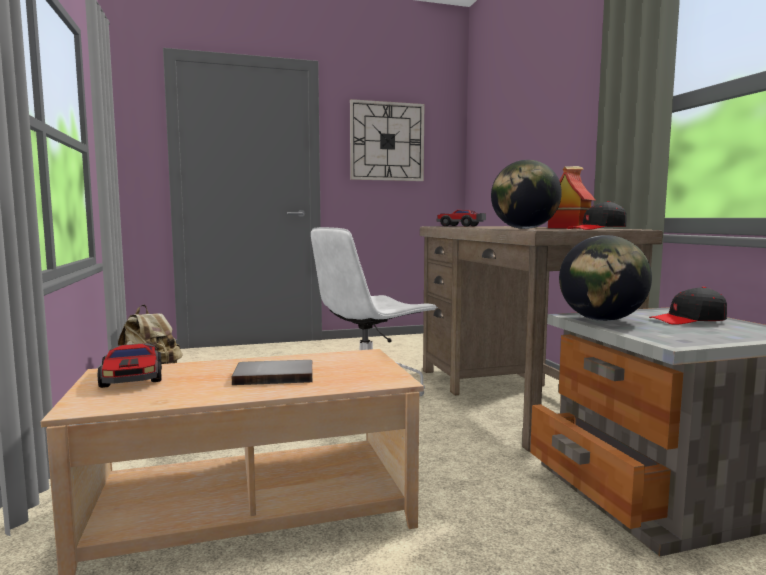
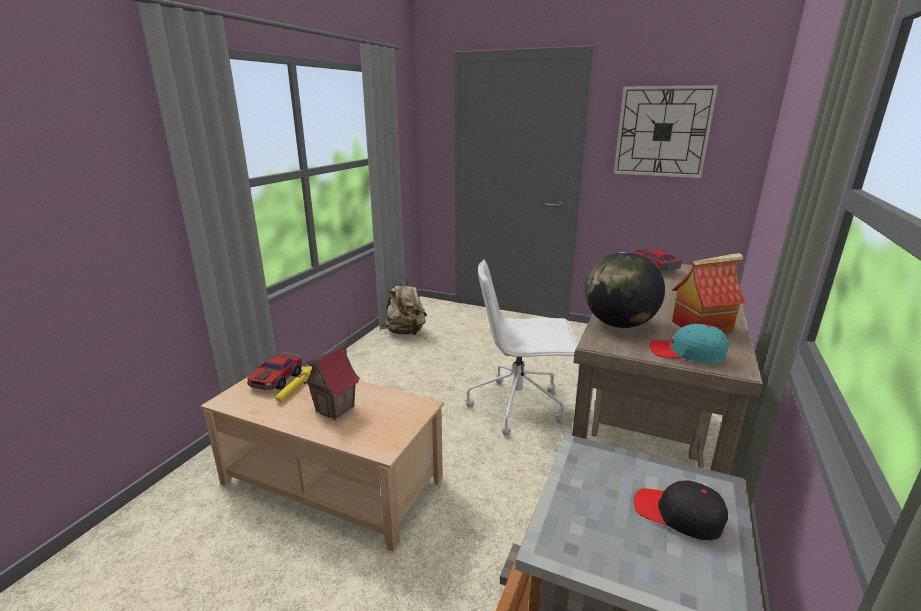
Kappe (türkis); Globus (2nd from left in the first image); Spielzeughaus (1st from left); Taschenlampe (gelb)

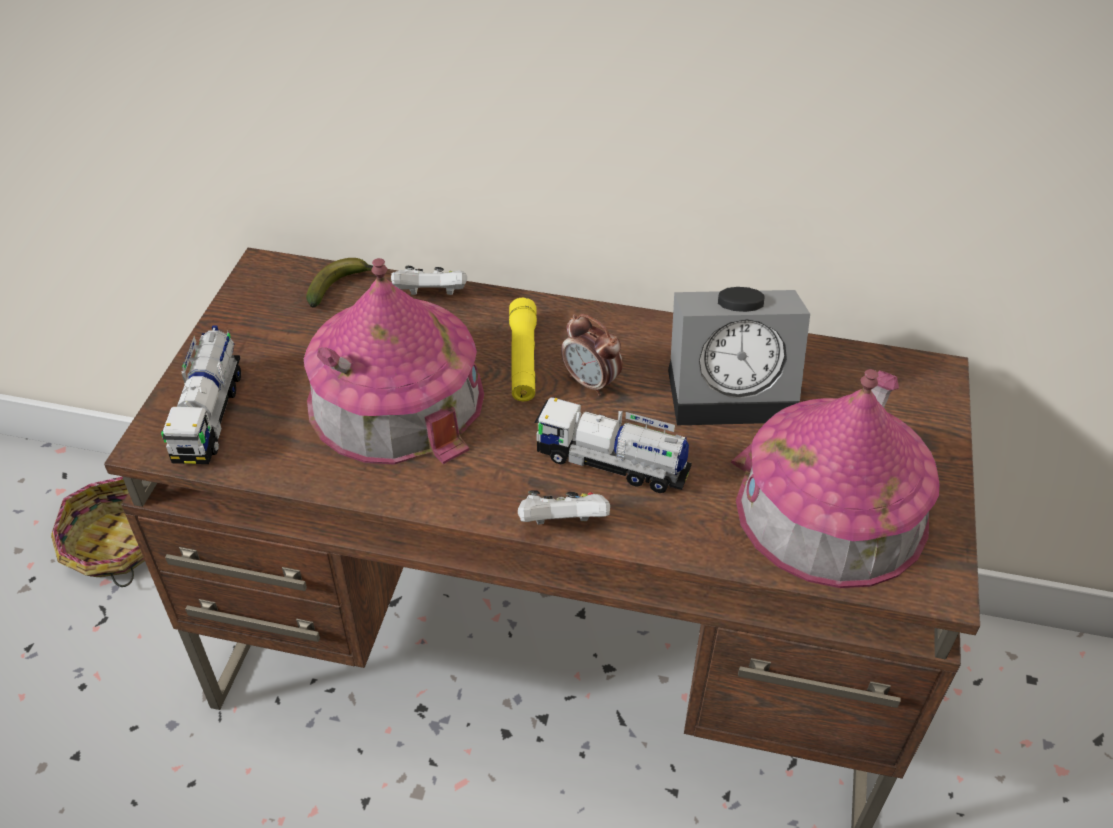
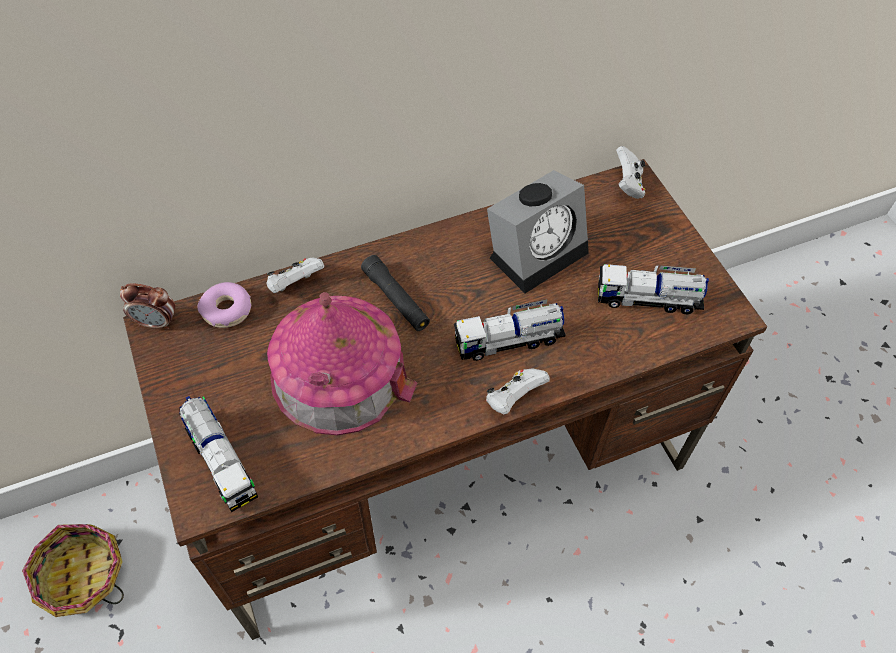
Donut; Taschenlampe (schwarz); Wecker (1st from left); Spielzeuglaster (3rd from left); Gamepad (weiß) (3rd from left)

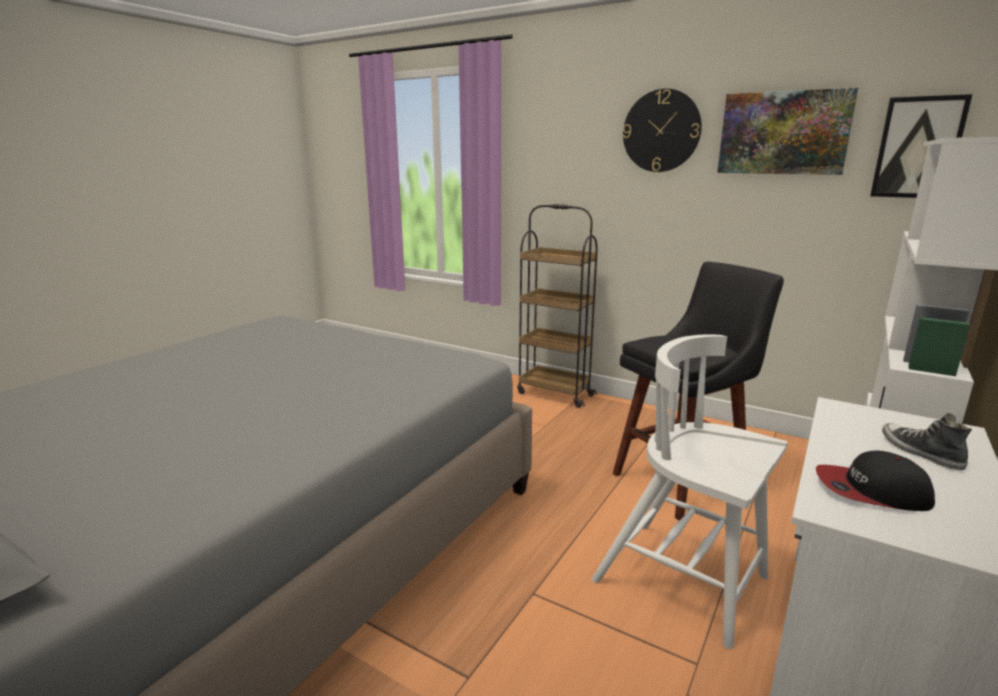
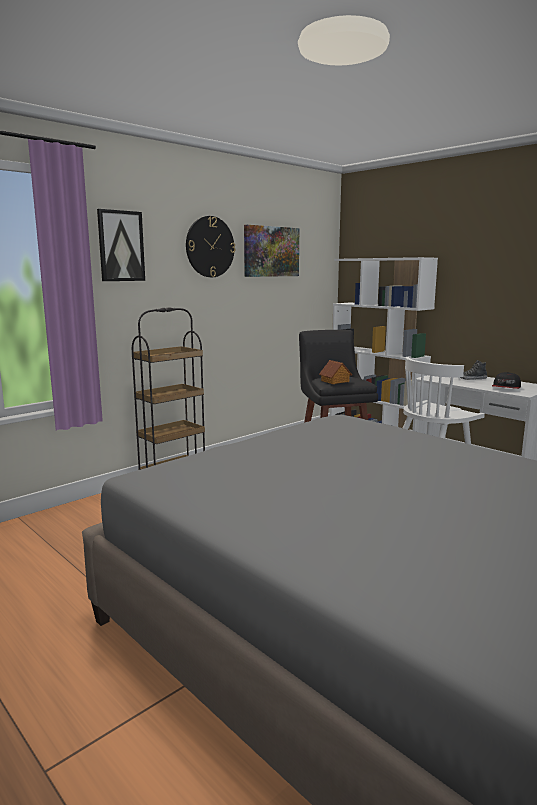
Bild (1st from left); Spielzeughaus

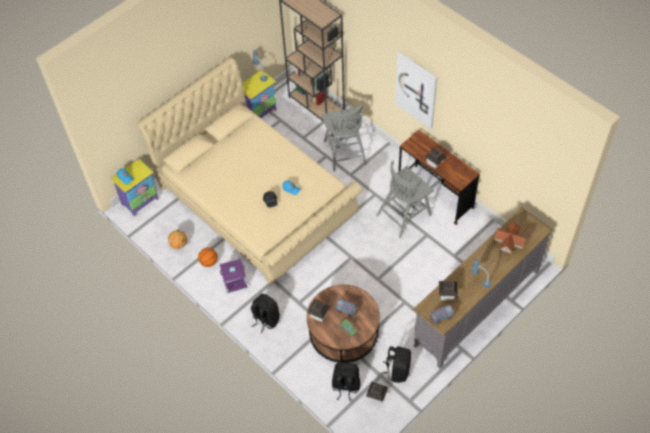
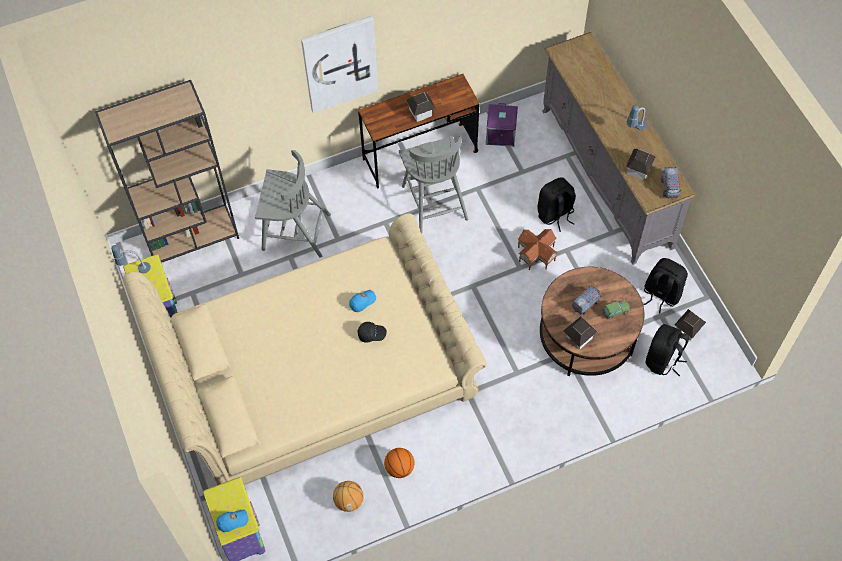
Spielzeughaus (2nd from left); Aufbewahrungsbox (lila); Rucksack (schwarz) (1st from left)

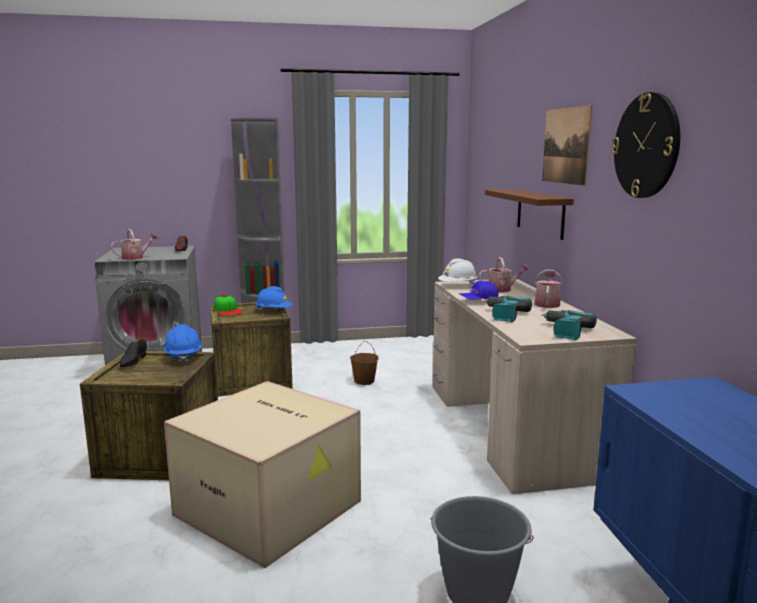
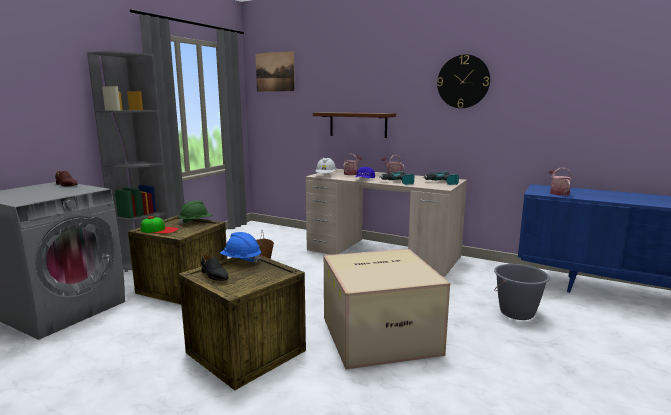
Bild; Gießkanne (3rd from left); Schutzhelm (grün)

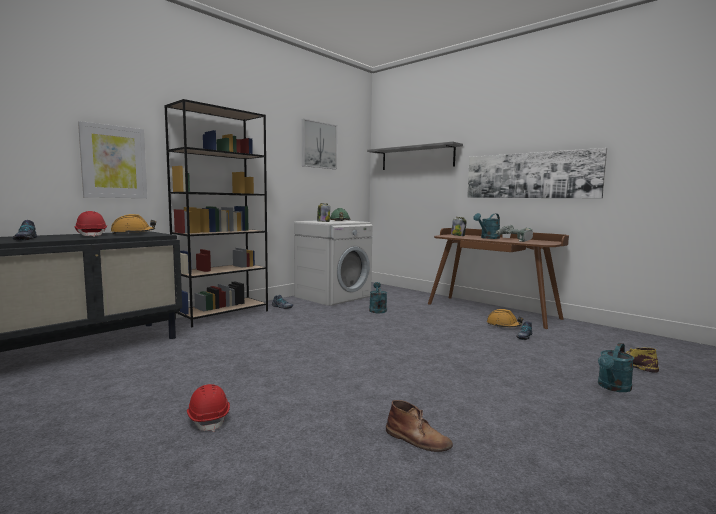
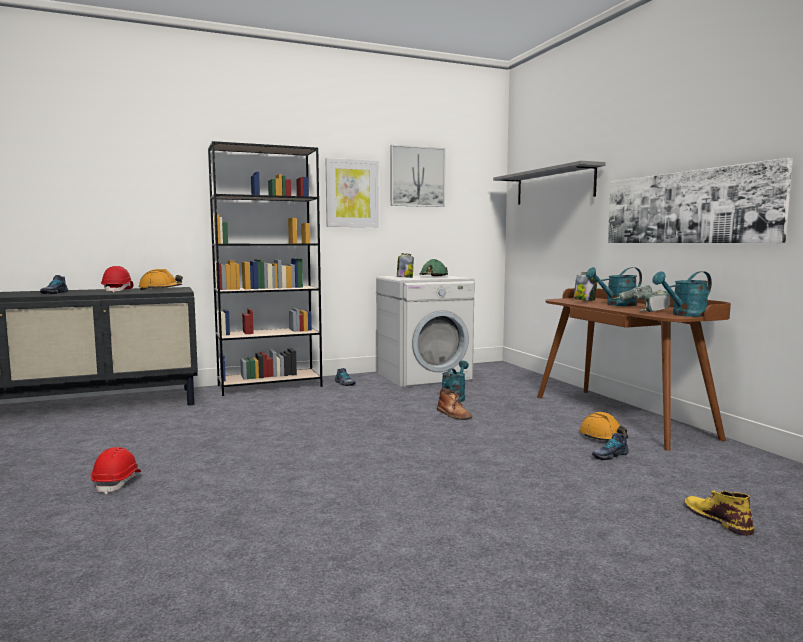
Bild (1st from left); Gießkanne (türkis) (3rd from left); Stiefel (braun)

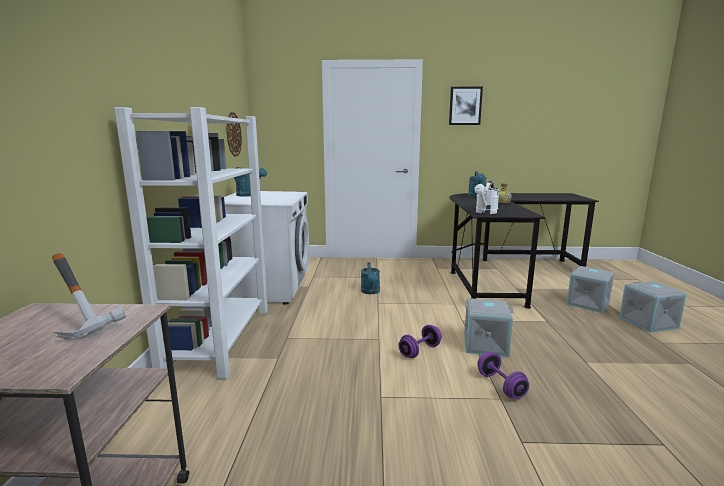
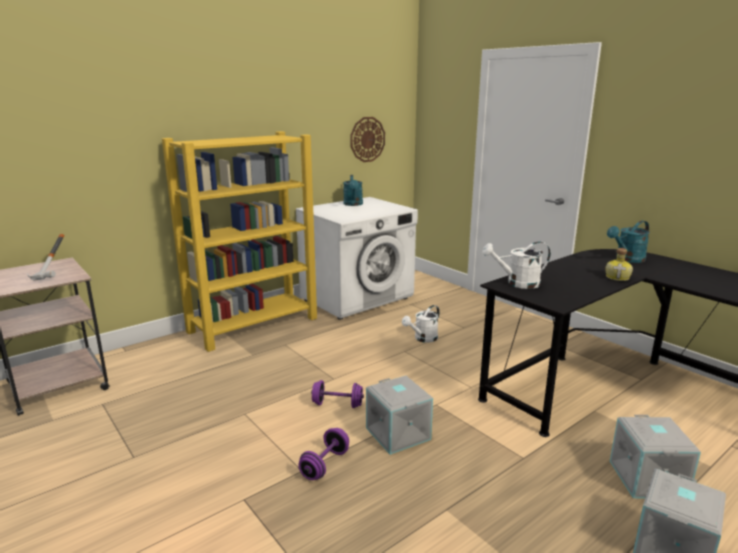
Bild; Bücherregal (gelb); Gießkanne (weiß) (1st from left)

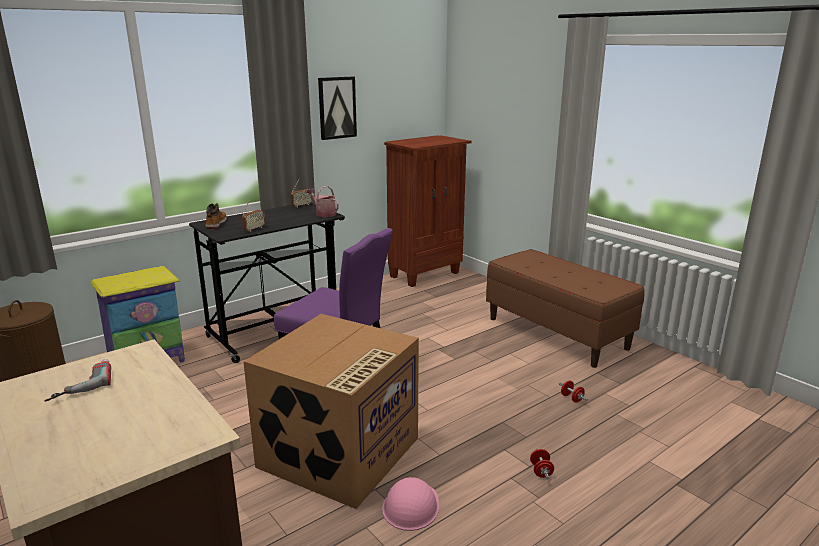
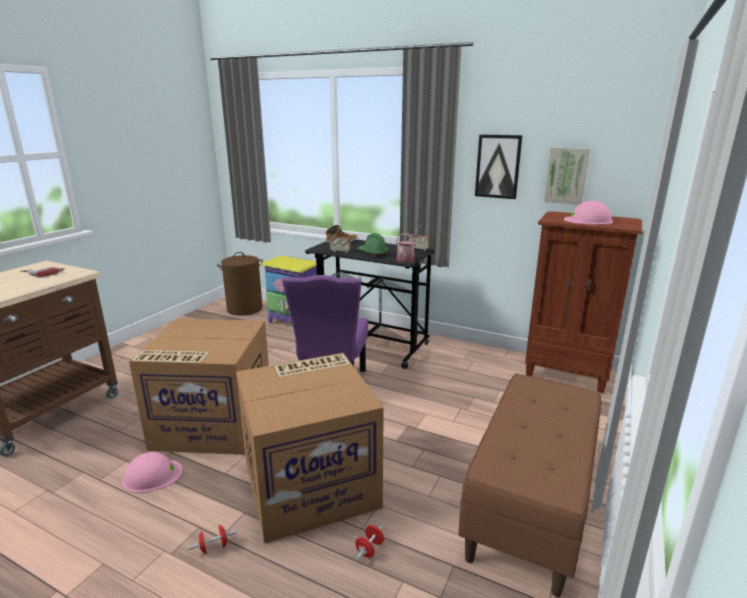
Bild (2nd from left); Schutzhelm (rosa) (2nd from left); Schutzhelm (grün); Karton (2nd from left)

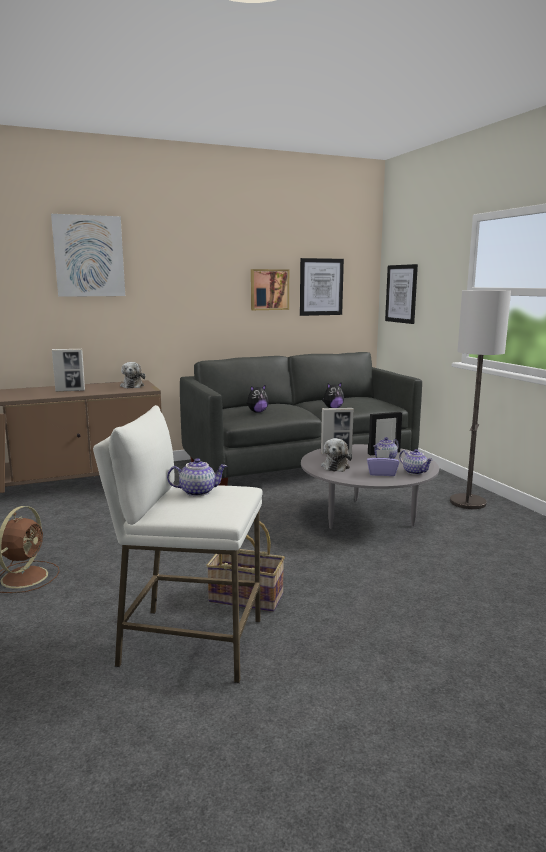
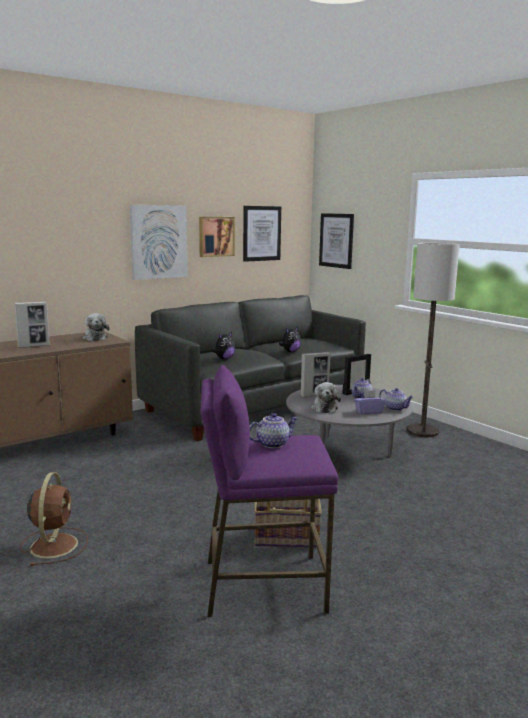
Bild (1st from left); Hocker (lila)

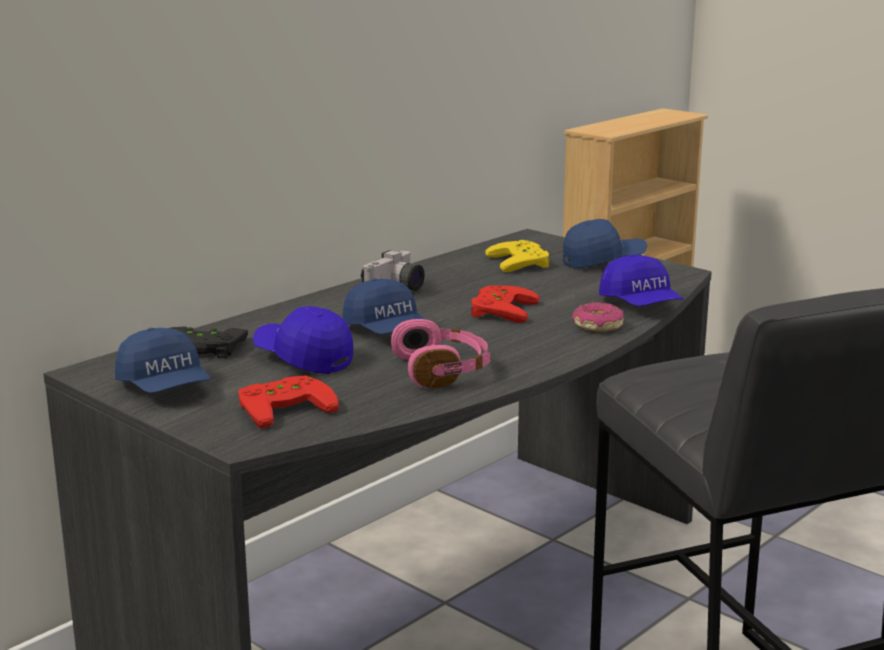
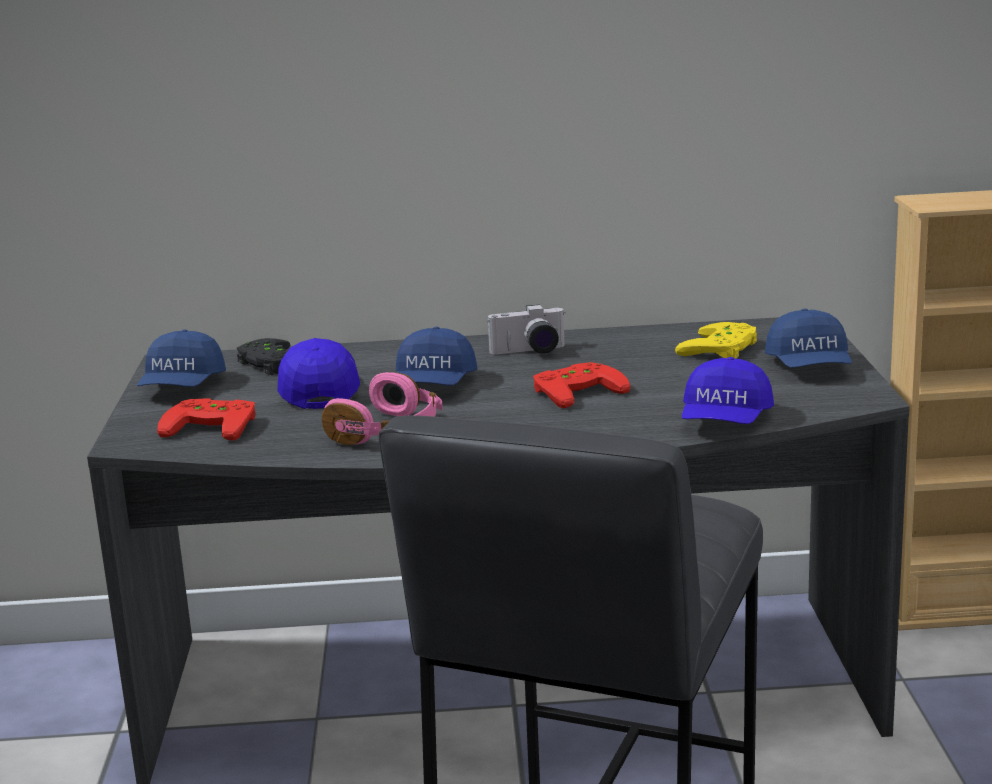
Kappe (blau) (5th from left); Donut

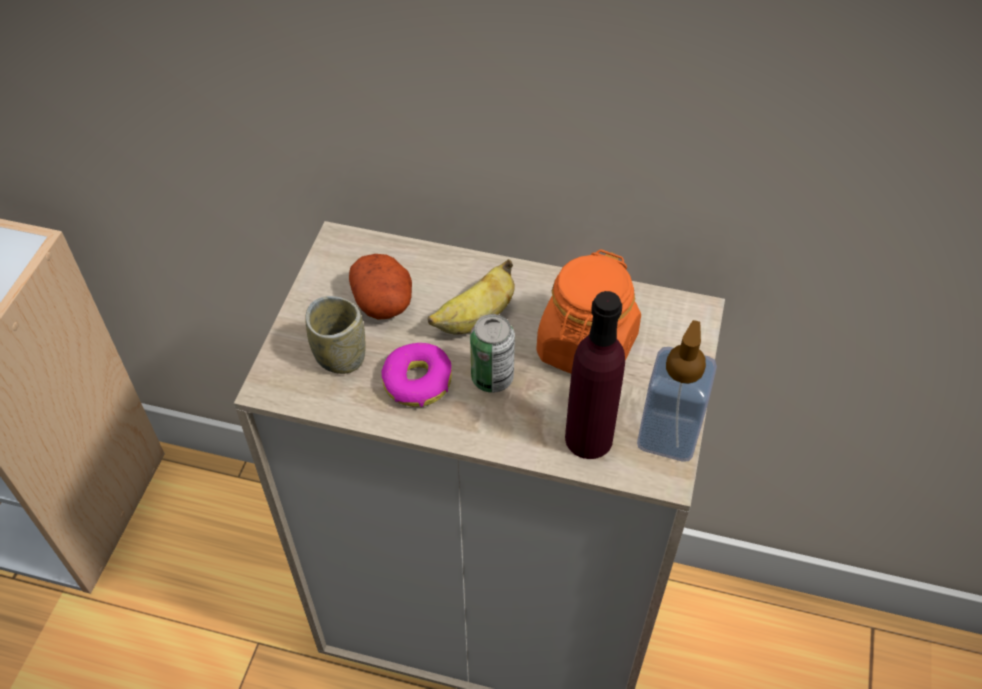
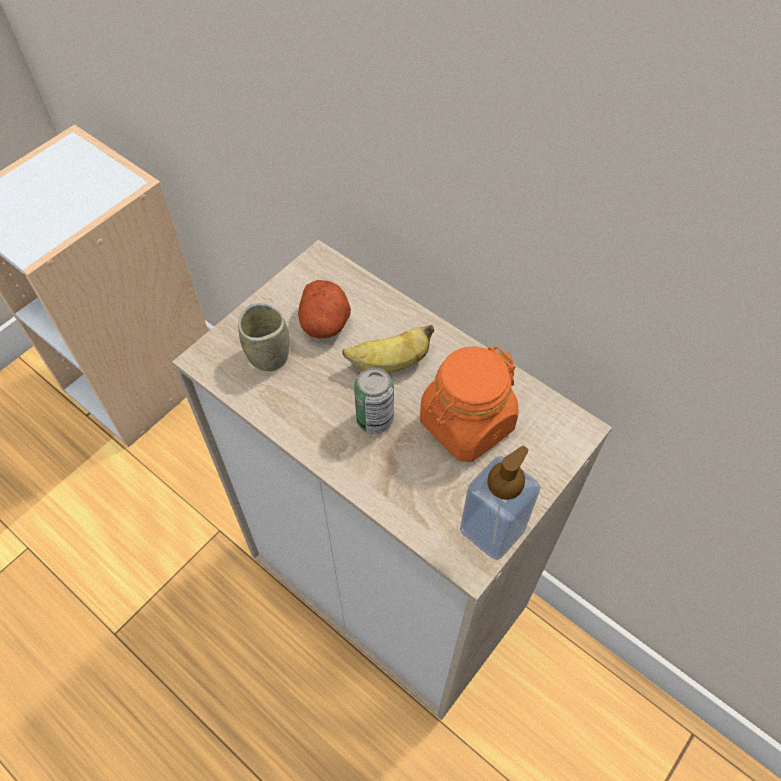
Flasche (lila); Donut

